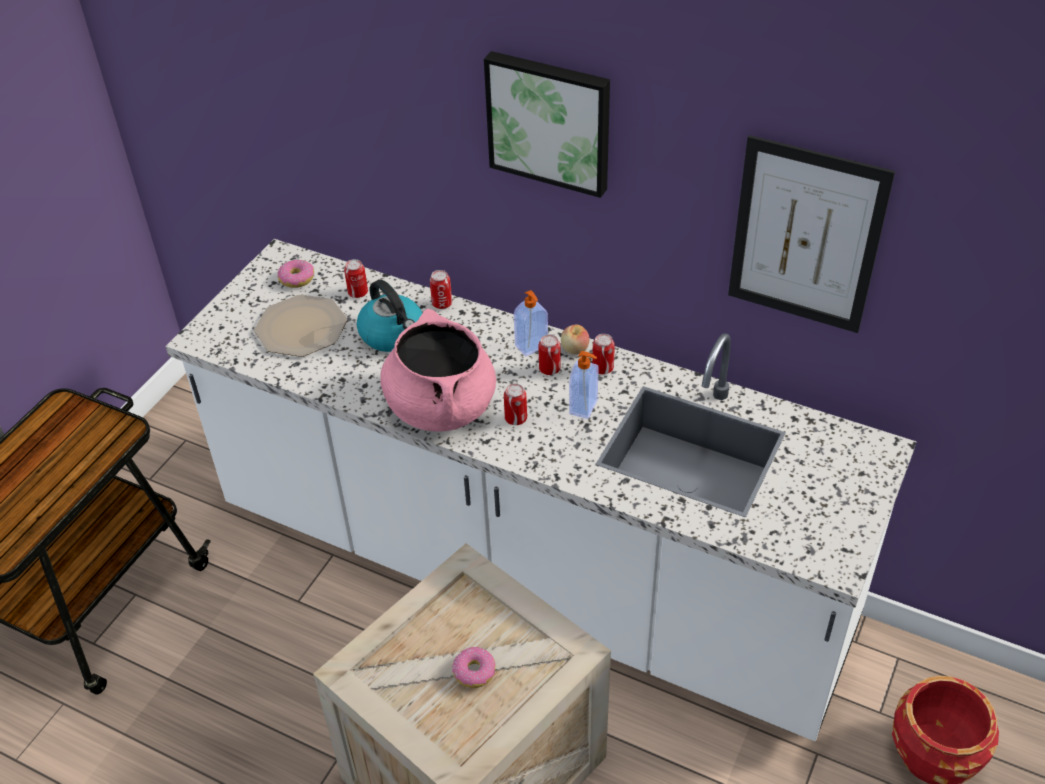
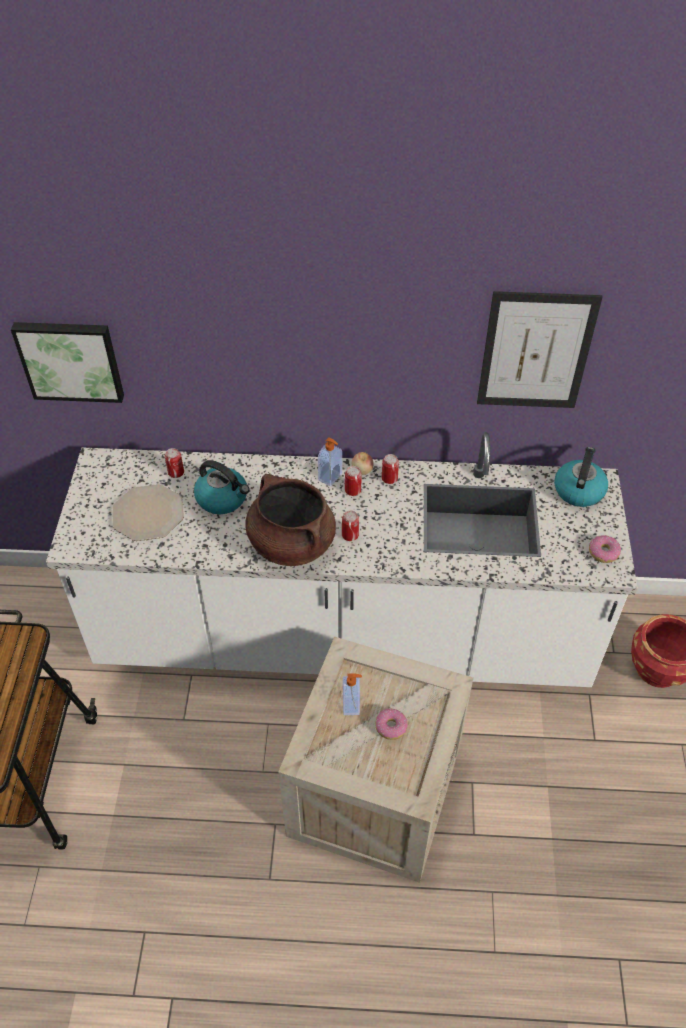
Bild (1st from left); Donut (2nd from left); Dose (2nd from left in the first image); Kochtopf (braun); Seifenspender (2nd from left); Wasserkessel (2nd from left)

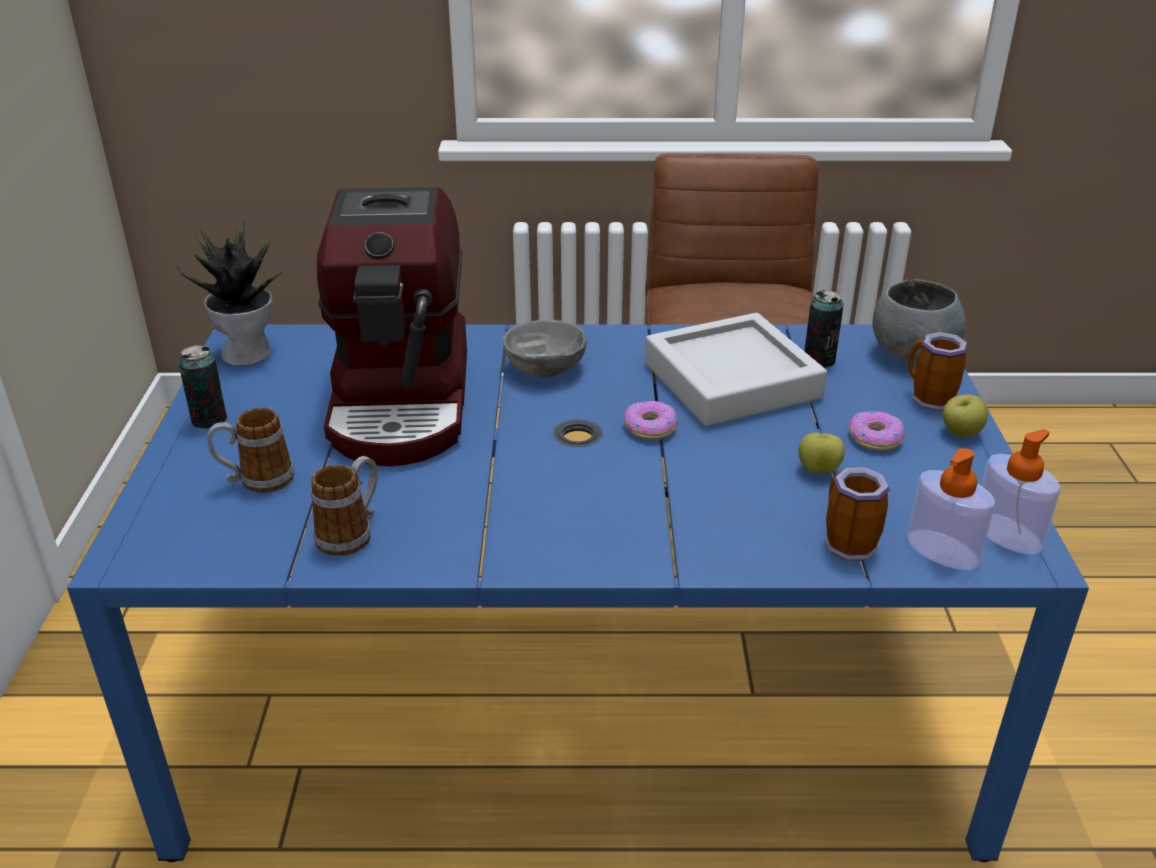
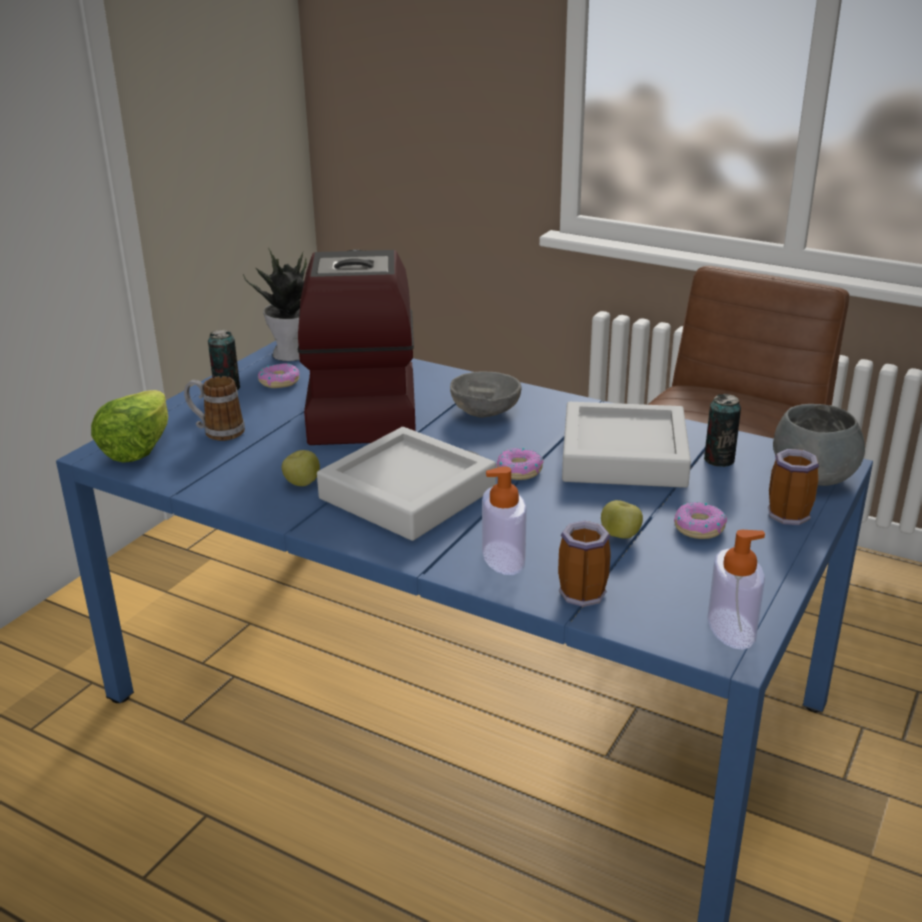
Kaffeemaschine; Apfel (1st from left); Seifenspender (1st from left); Henkelbecher (2nd from left in the first image); Donut (1st from left); Salatkopf; Tablett (grau) (1st from left)

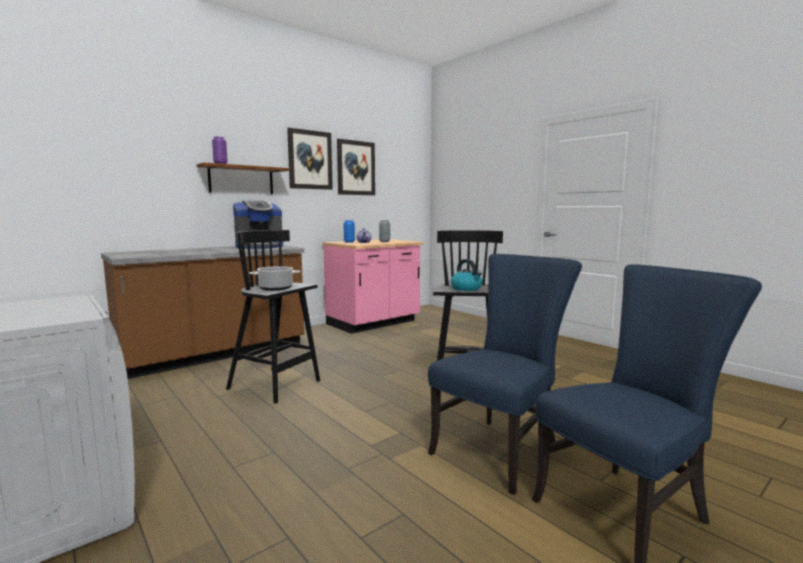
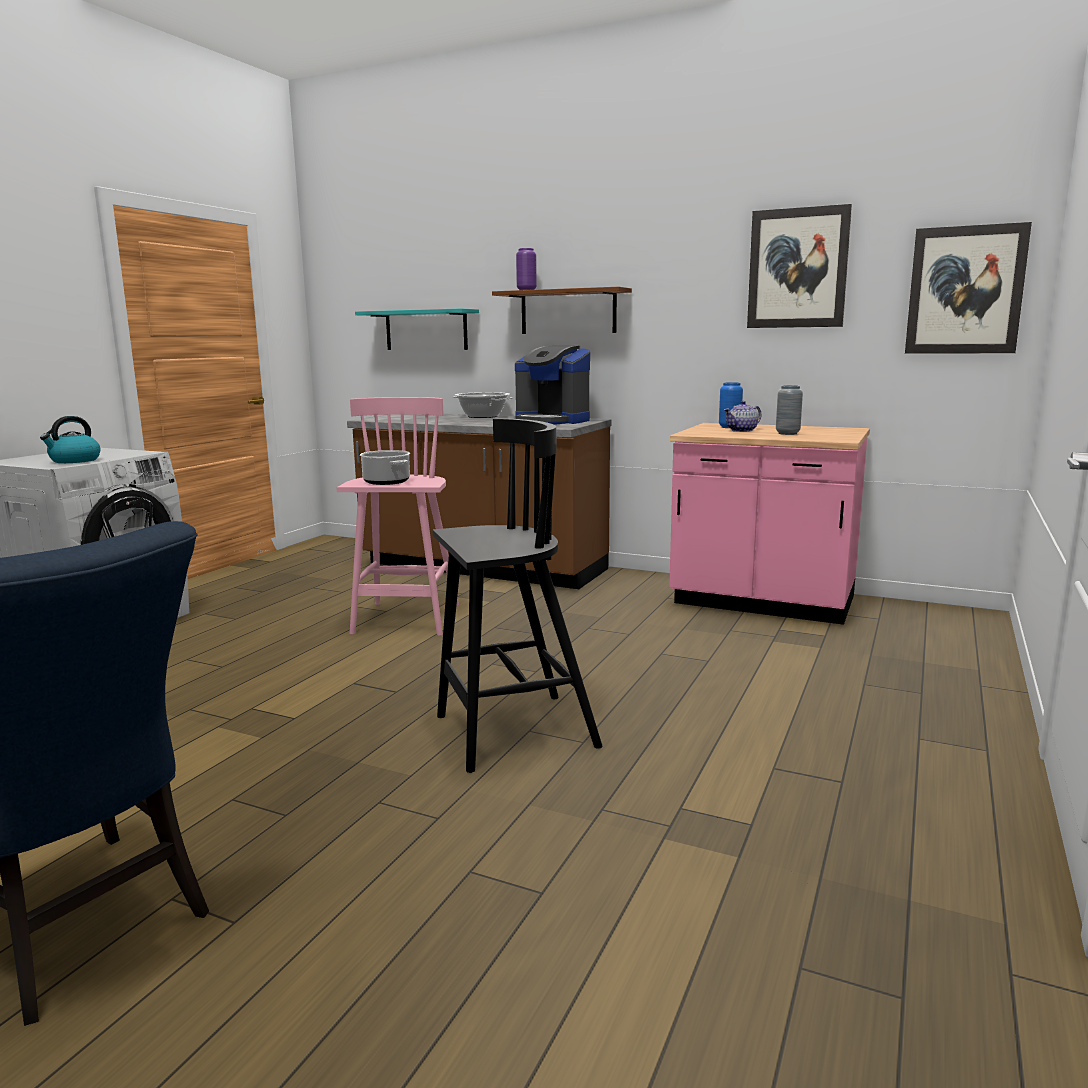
Bild (2nd from left); Hocker (rosa); Stuhl (blau) (1st from left in the first image); Wasserkessel; Wandregal (türkis); Kochtopf (2nd from left)

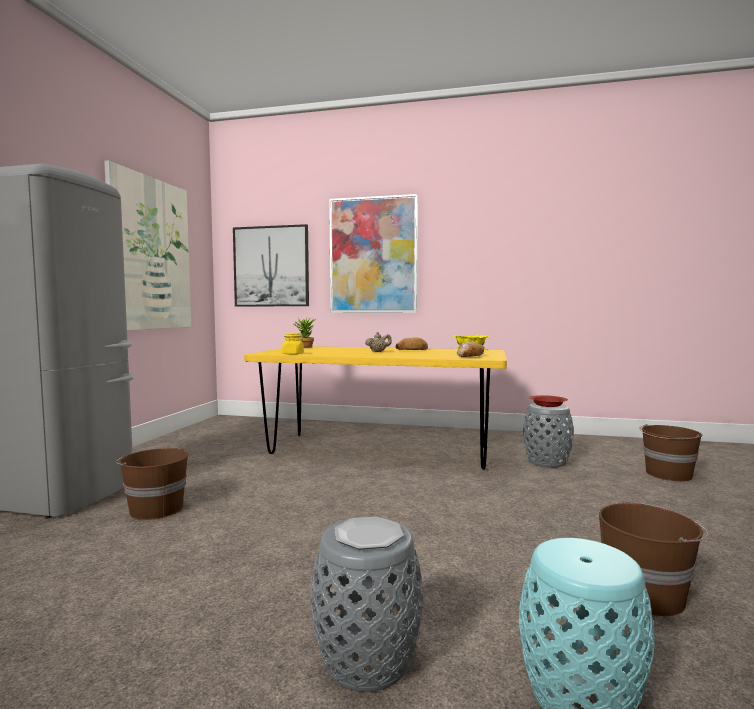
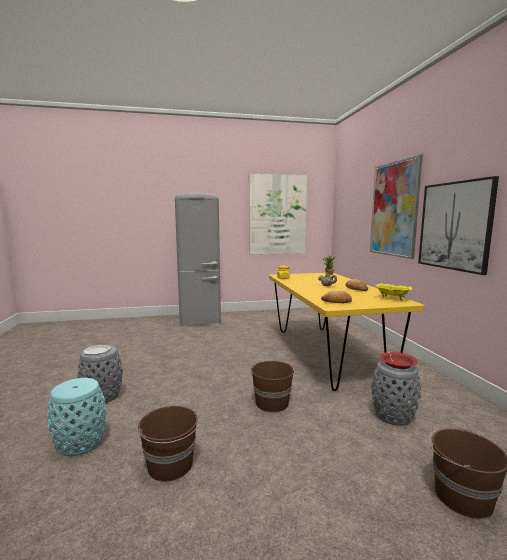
Bild (3rd from left); Eimer (braun) (2nd from left)

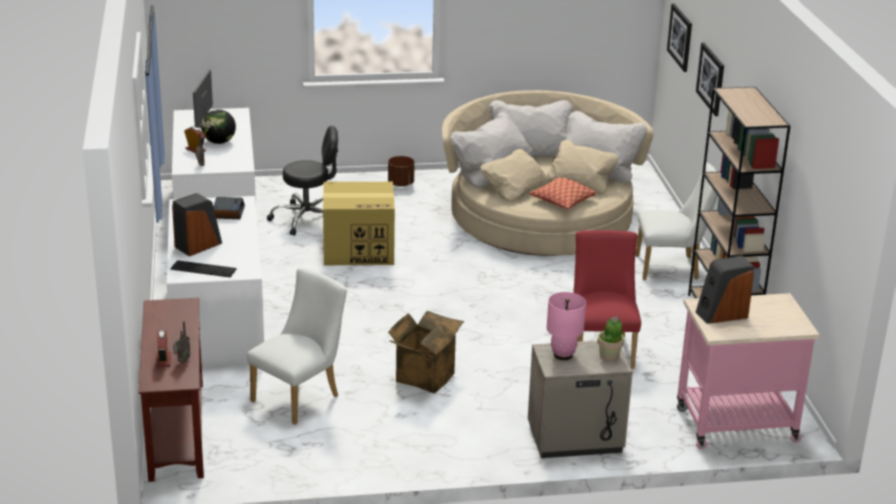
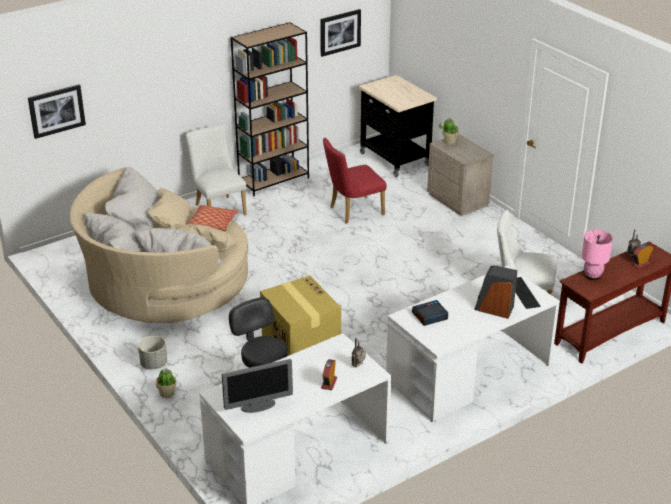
Bild (2nd from left); Globus; Pflanzkübel (grau); Lautsprecher (2nd from left in the first image); Tischlampe (rosa); Rollwagen (schwarz); Karton (2nd from left in the first image); Topfpflanze (1st from left)

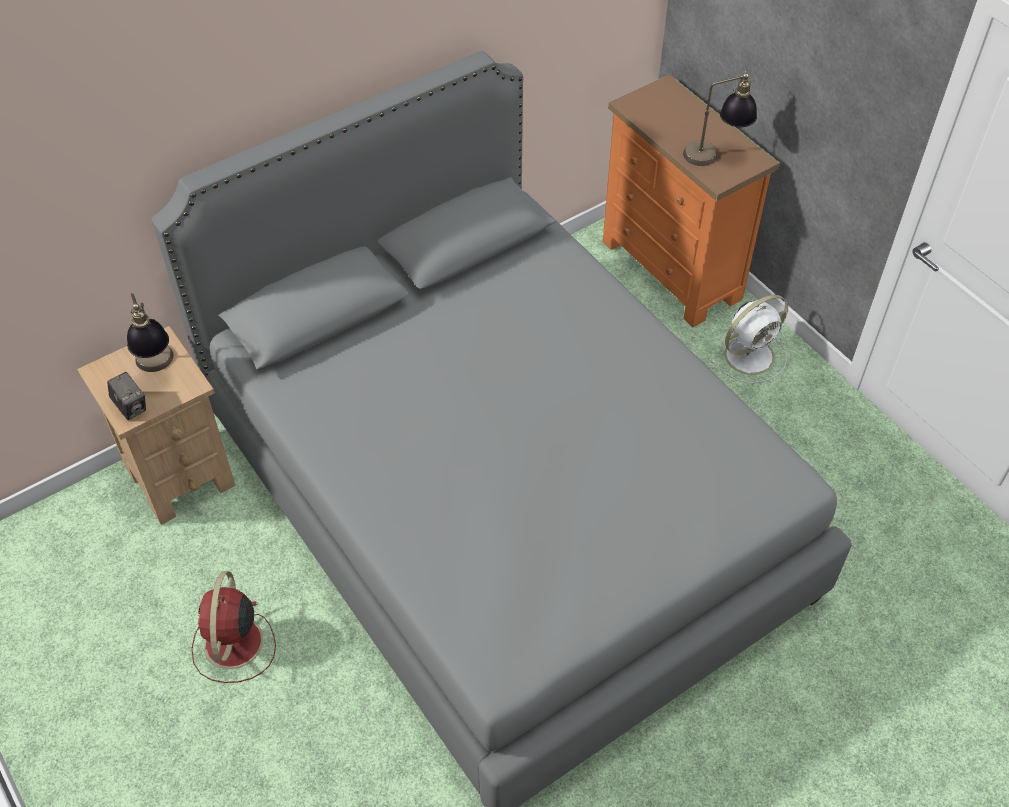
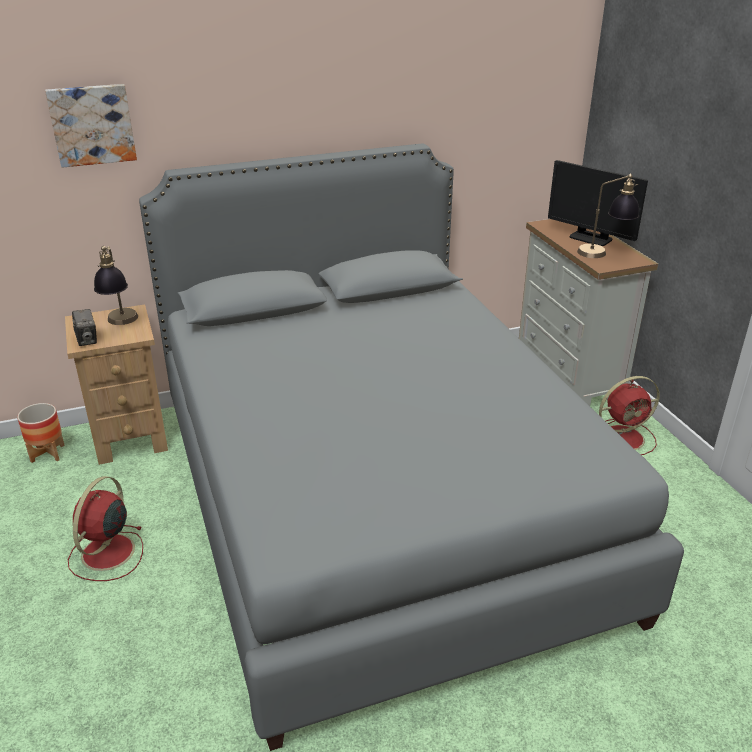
Kommode (weiß); Ventilator (rot) (2nd from left); Bild; Monitor; Pflanzkübel

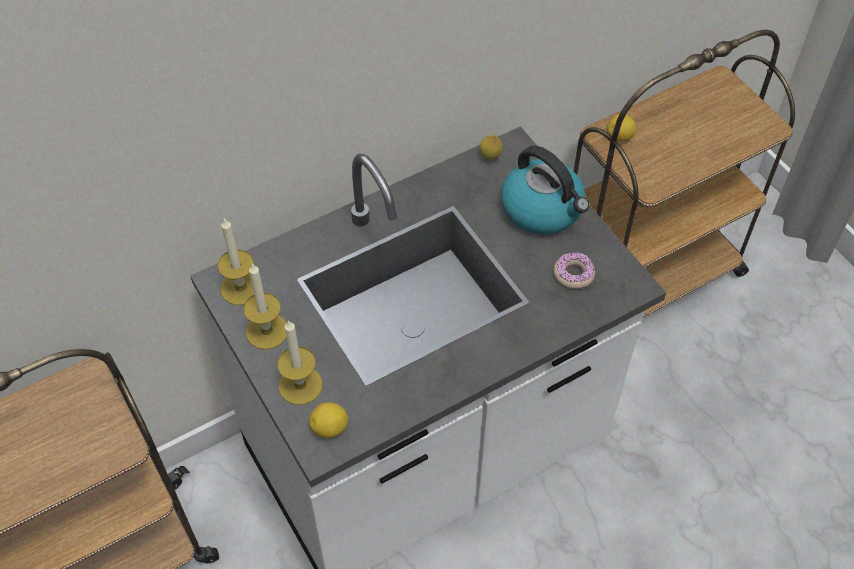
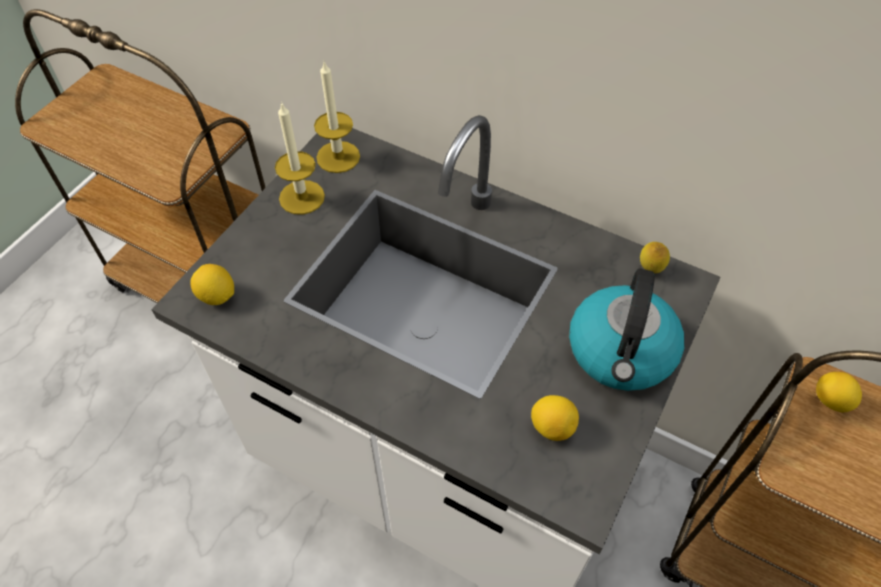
Zitrone (2nd from left); Kerze (3rd from left in the first image)

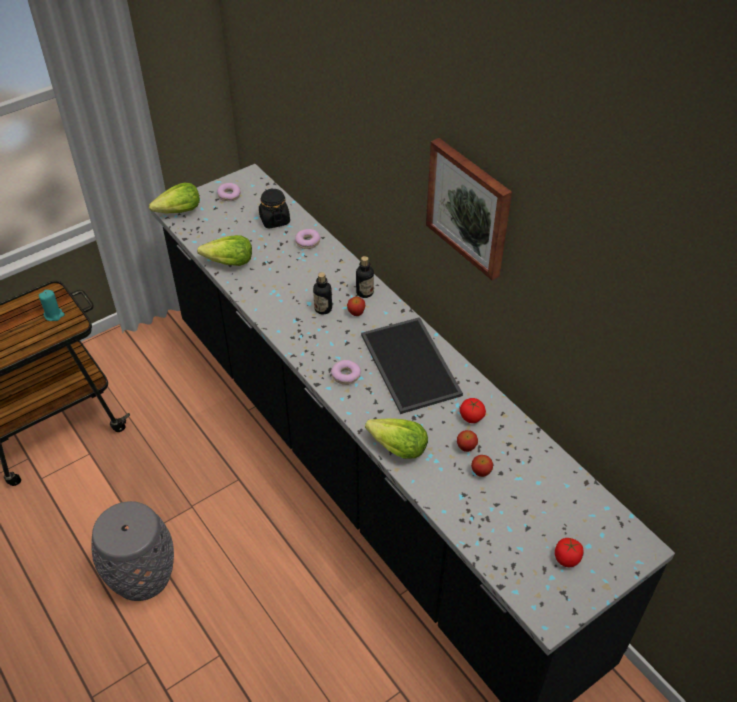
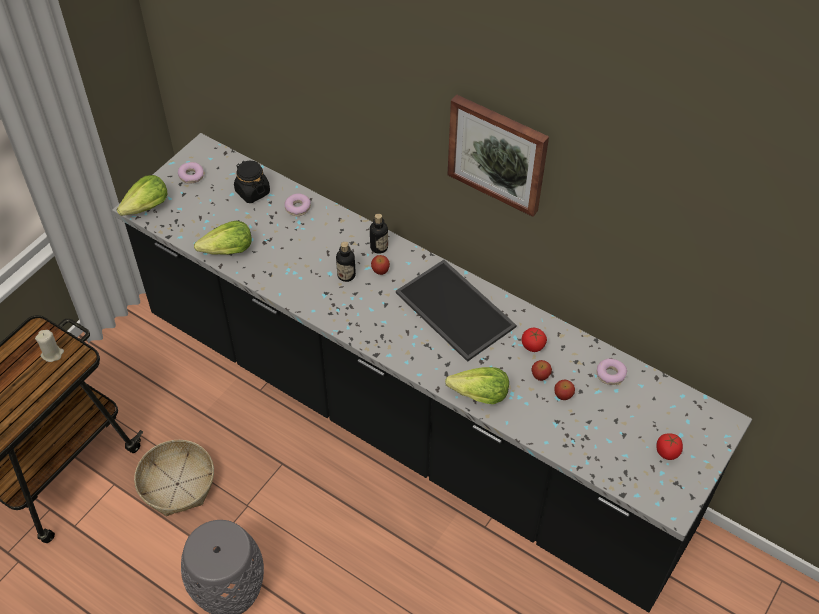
Kerze (beige); Donut (3rd from left); Korb

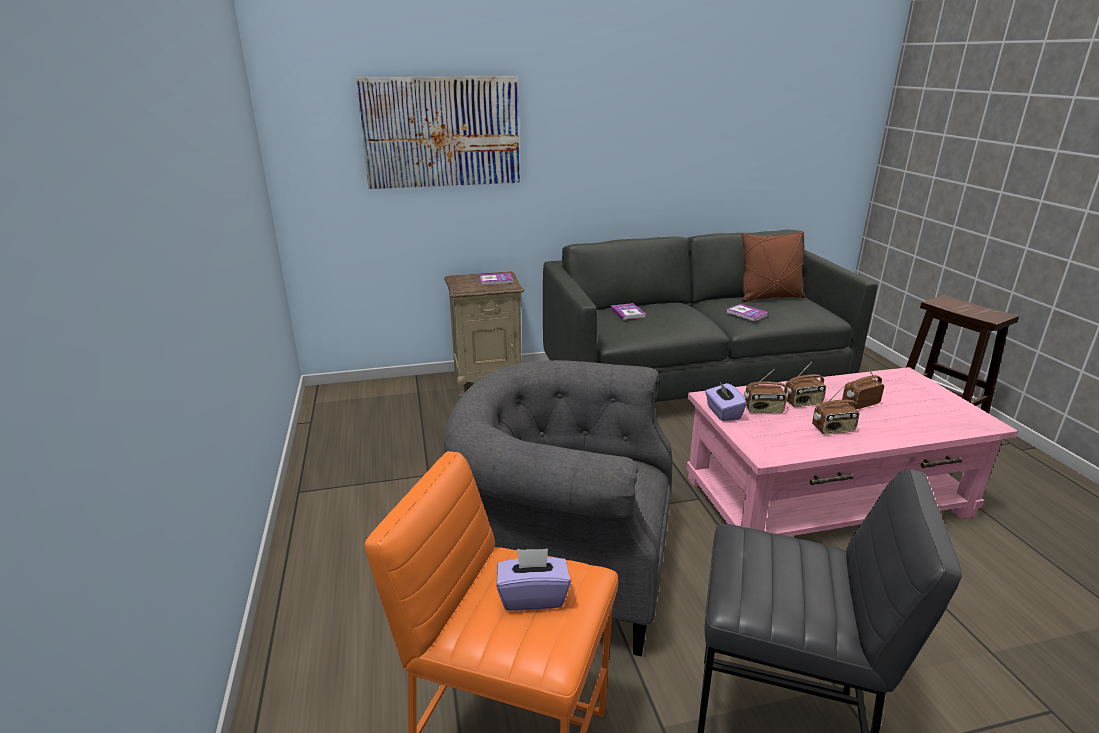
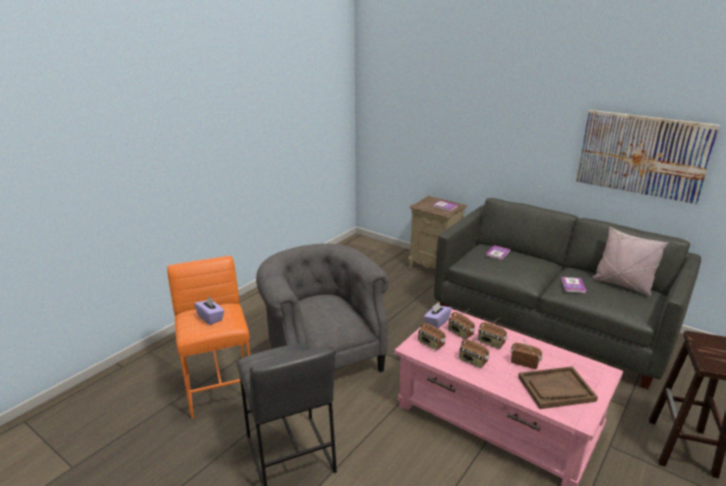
Bild; Kissen (lila); Radio (1st from left); Tablett (braun)

